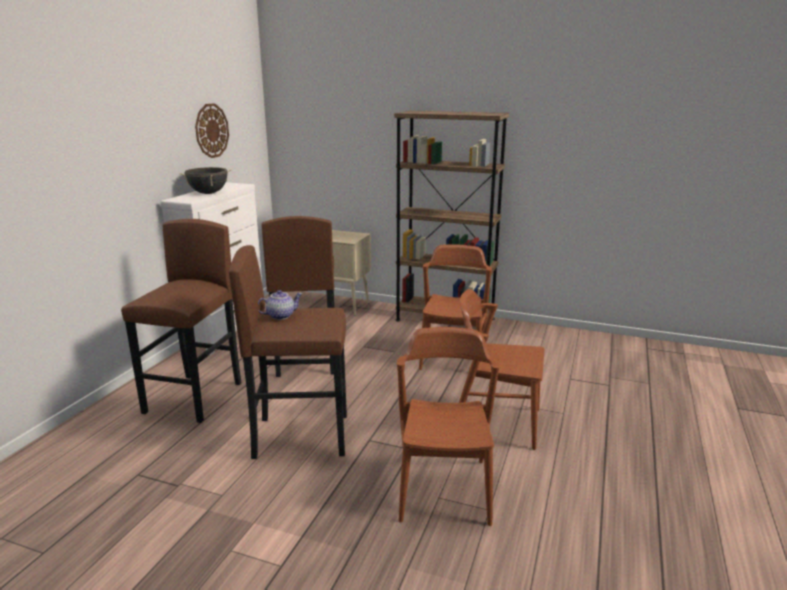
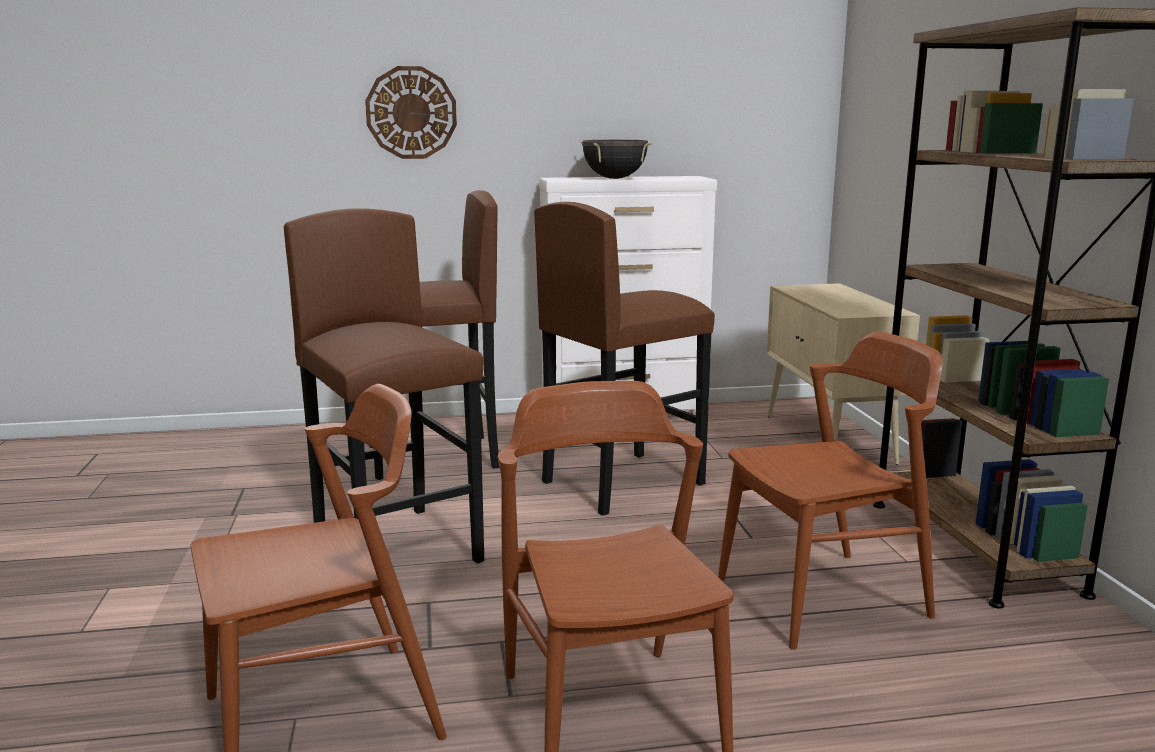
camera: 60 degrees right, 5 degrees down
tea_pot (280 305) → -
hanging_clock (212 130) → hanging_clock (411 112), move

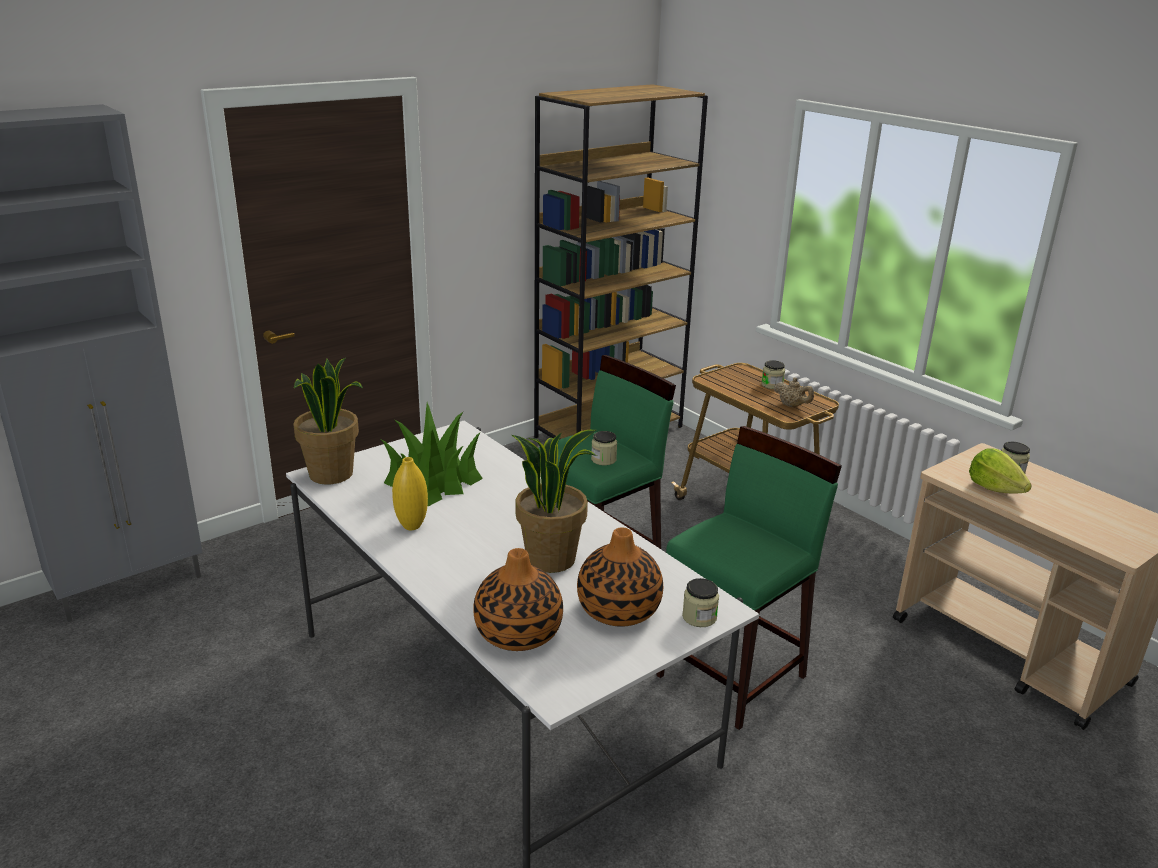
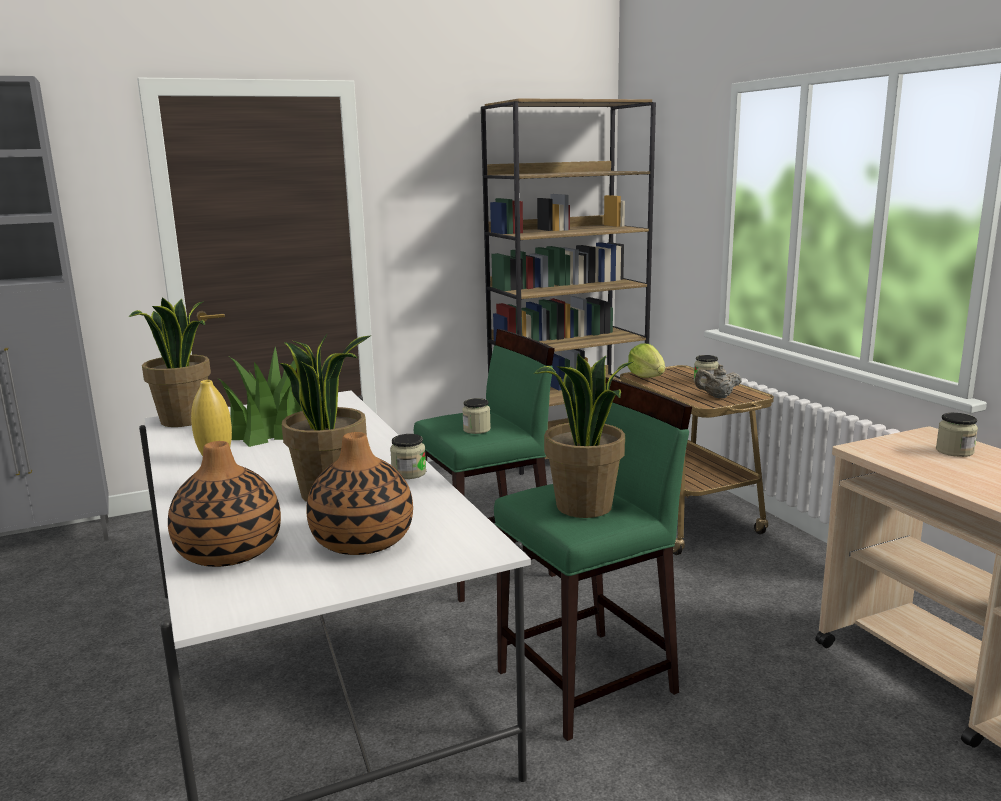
camera: 15 degrees right, 10 degrees down
- → potted_plant (583 436)
preserve_jar (700 602) → preserve_jar (408 456), move
lettuce_head (1000 471) → lettuce_head (646 360), move
sand-coloured_tea_pot (794 392) → sand-coloured_tea_pot (718 381), 120 degrees clockwise

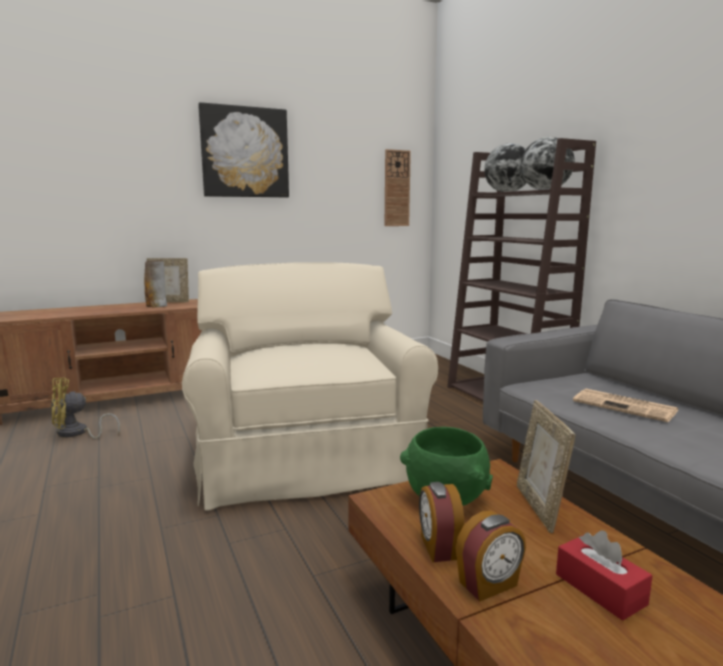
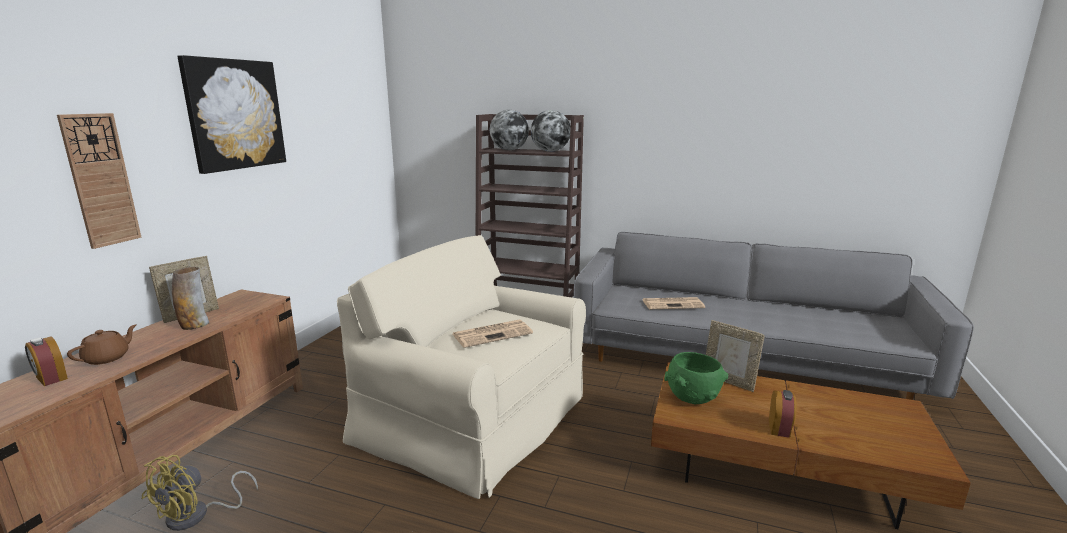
camera: 45 degrees left, 5 degrees up
red_box_of_tissues (604 575) → -
- → brown-coloured_tea_pot (102 344)
- → newspaper (493 334)
hanging_clock (398 187) → hanging_clock (99 181), move
alarm_clock (441 522) → alarm_clock (46 361), move

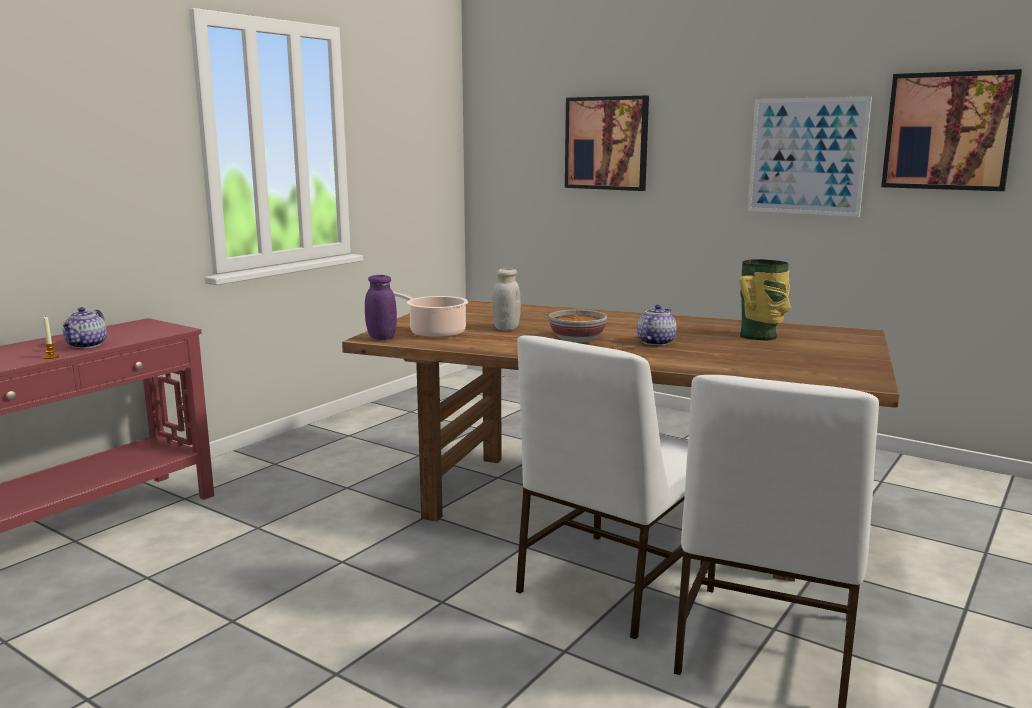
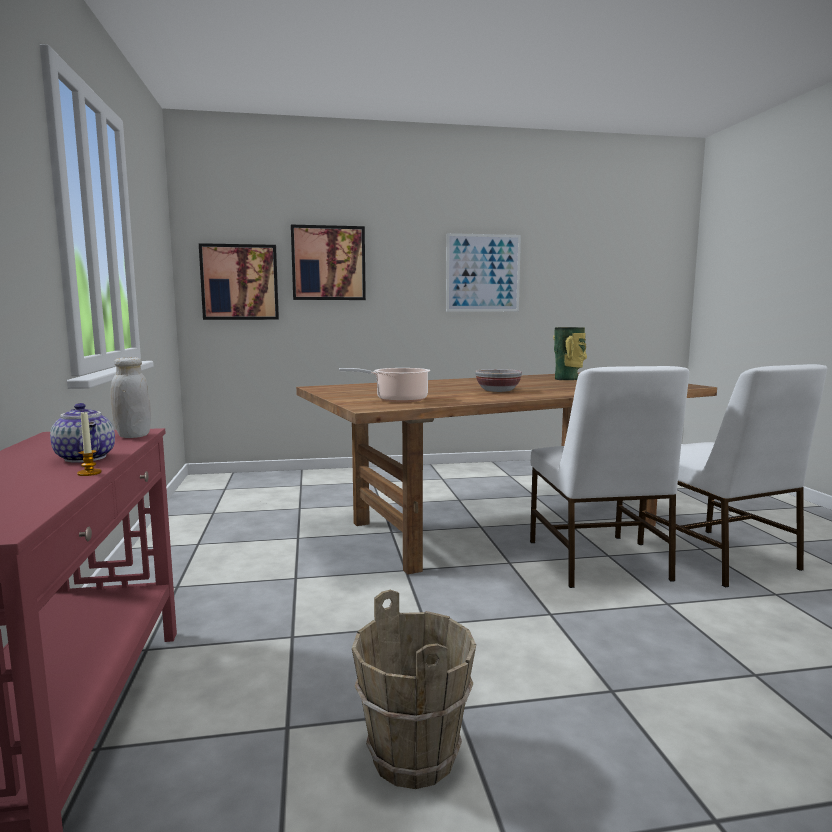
camera: 45 degrees left, 5 degrees down
purplish_preserve_jar (381 307) → -
tea_pot (657 325) → -
- → brown-coloured_pail (414 689)
white_preserve_jar (506 299) → white_preserve_jar (130 397), move
wall_art (951 130) → wall_art (239 281), move

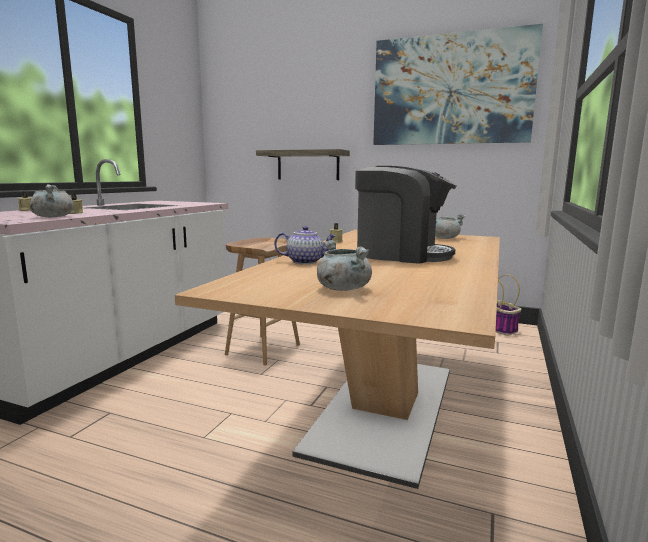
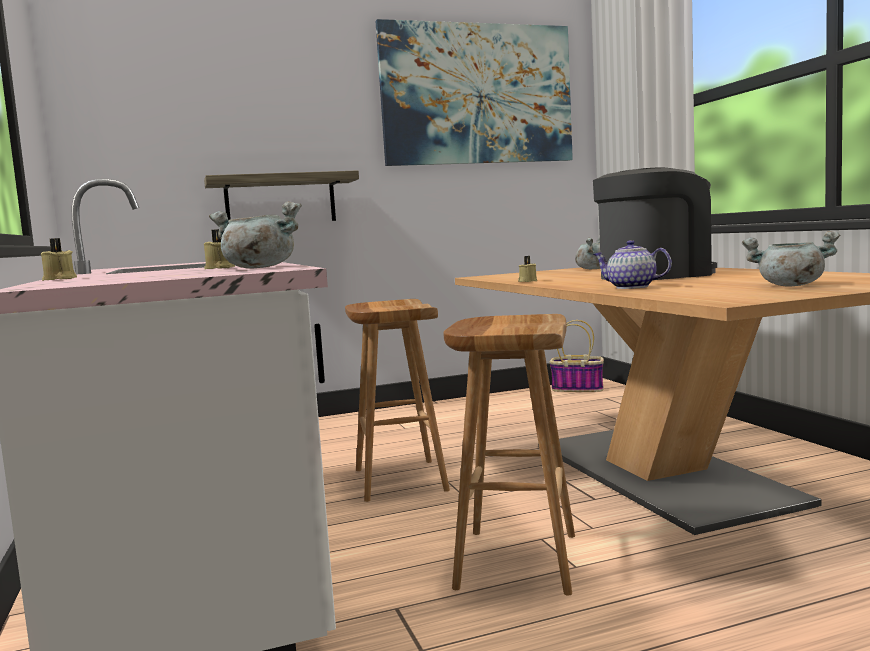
camera: 40 degrees left, 5 degrees down
- → brown-coloured_stool_seat (509 455)
tea_pot (305 245) → tea_pot (632 264), 105 degrees counterclockwise

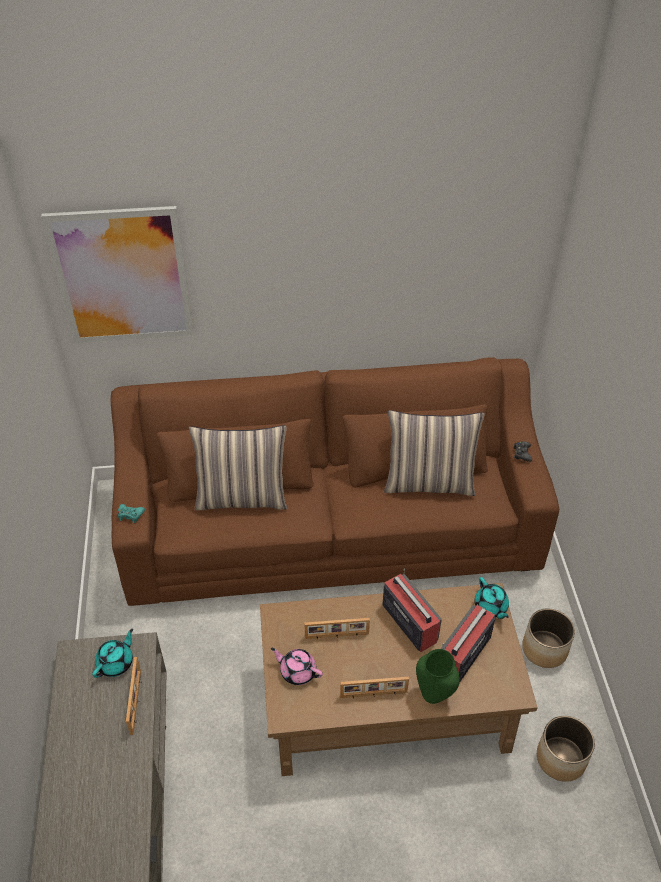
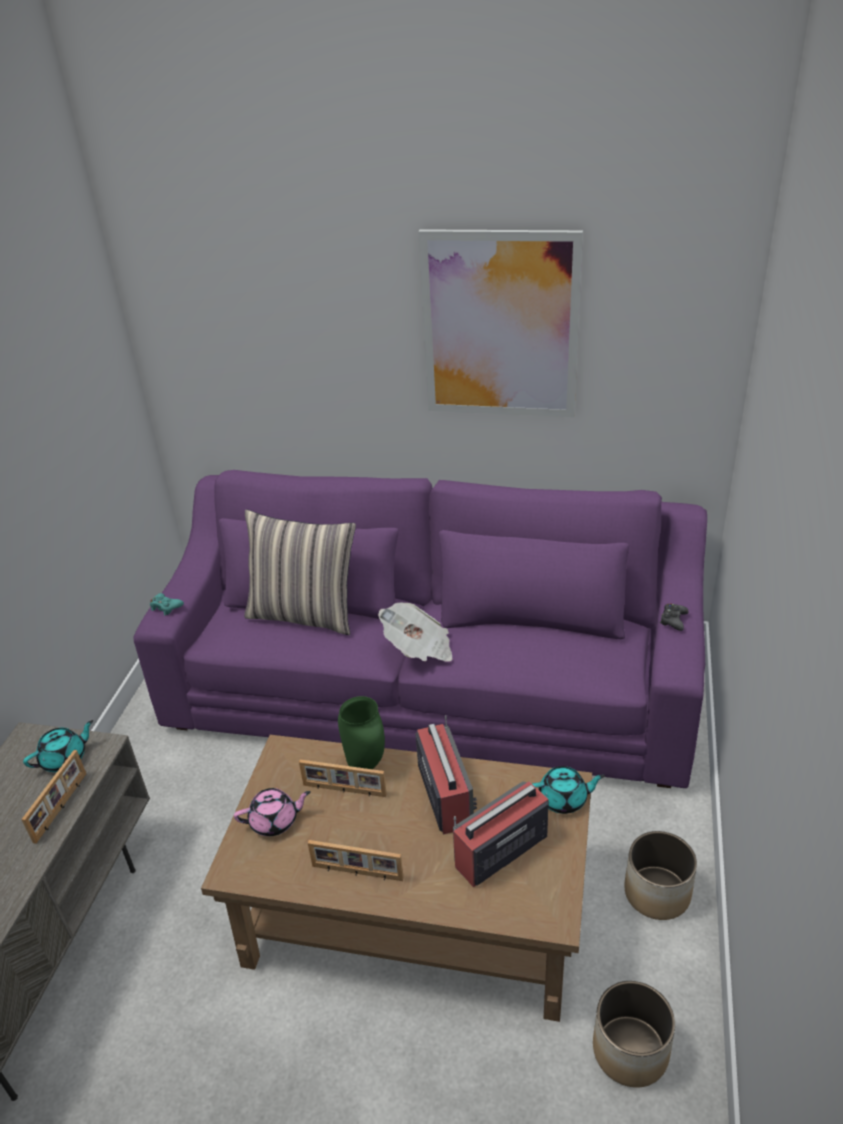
camera: 20 degrees right, 10 degrees down
cushion (434 453) → -
- → newspaper (415 632)
wall_art (117 274) → wall_art (500 323), move
greenish_flower_vase (438 676) → greenish_flower_vase (361 732), move
brown-coloured_settee (335 481) → purplish_settee (420 629)
pink-coloured_tea_pot (297 666) → pink-coloured_tea_pot (272 812), 120 degrees clockwise
turquoise-coloured_tea_pot (491 598) → turquoise-coloured_tea_pot (568 790), 90 degrees counterclockwise

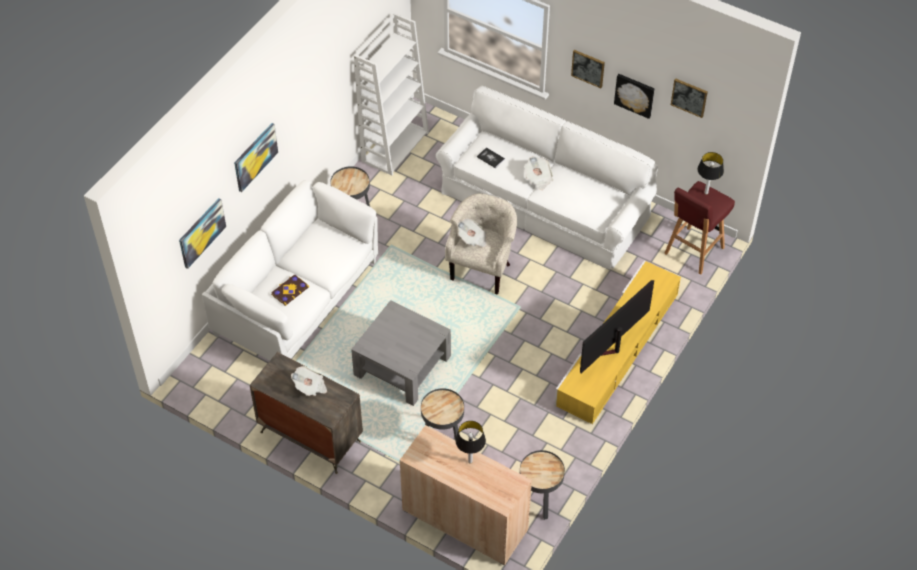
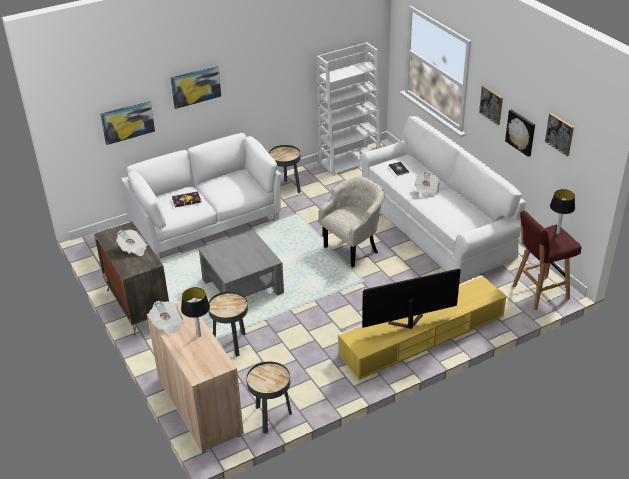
camera: 30 degrees right, 15 degrees down
newspaper (472 233) → newspaper (167 318), move

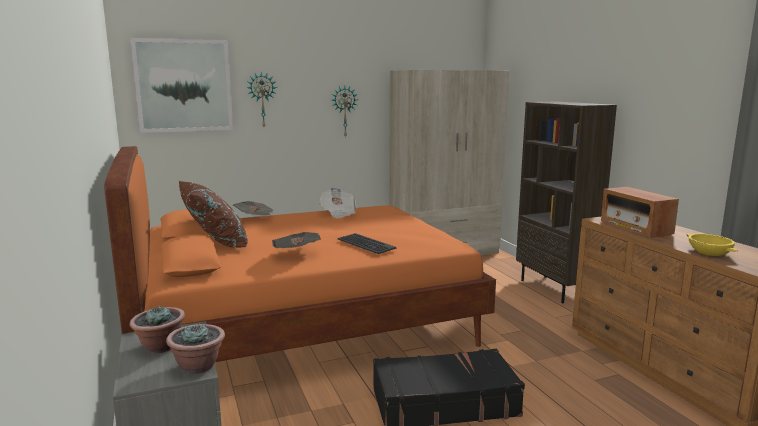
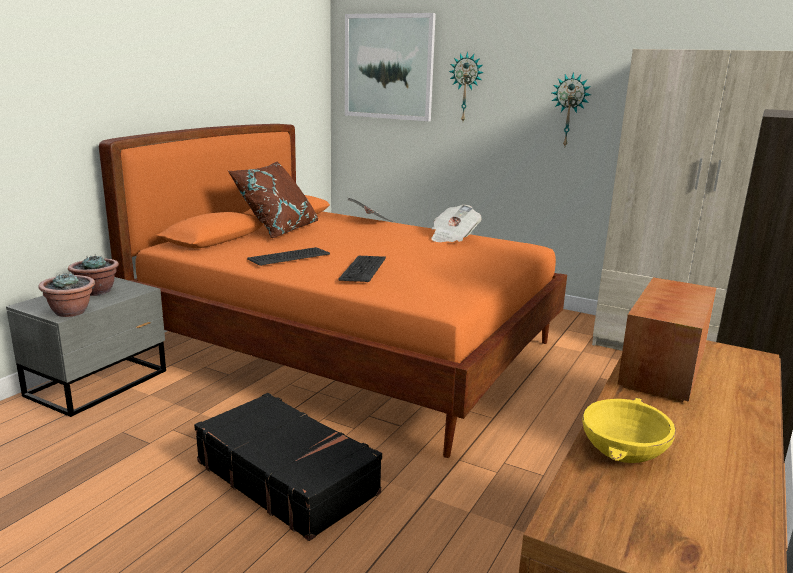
camera: 50 degrees right, 5 degrees up
newspaper (296 240) → keyboard (288 256)

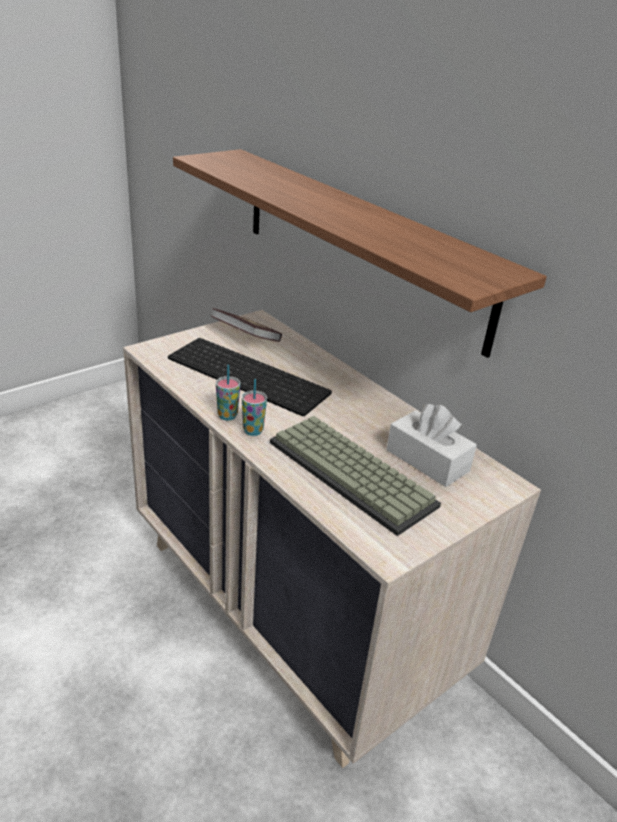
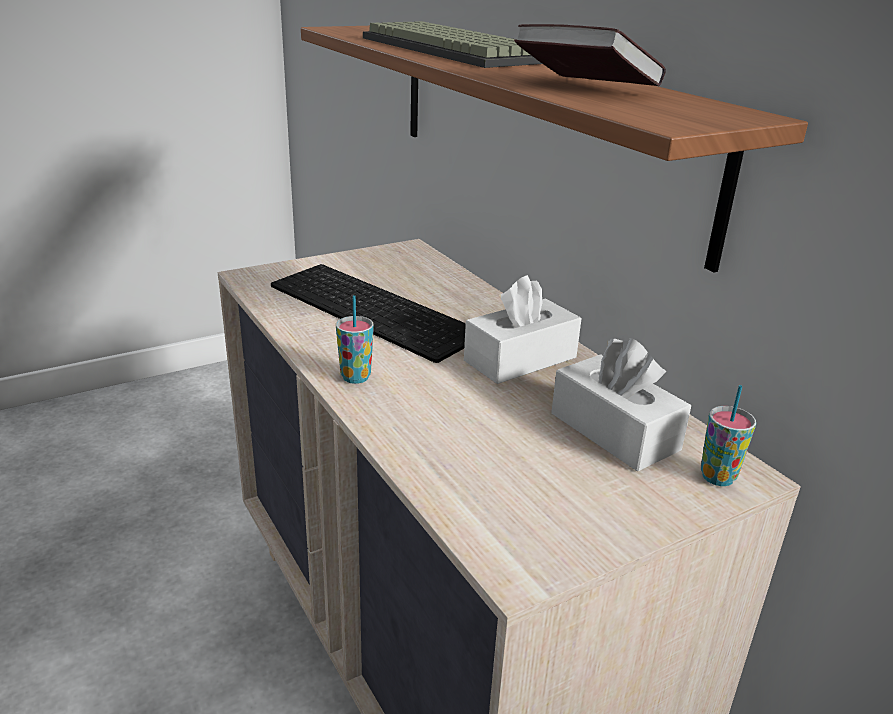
camera: 10 degrees right, 5 degrees down
- → white_box_of_tissues (523 329)
volume (246 325) → volume (590 55), move
cup (228 392) → cup (728 435), move
keyboard (355 476) → keyboard (452 44), move

